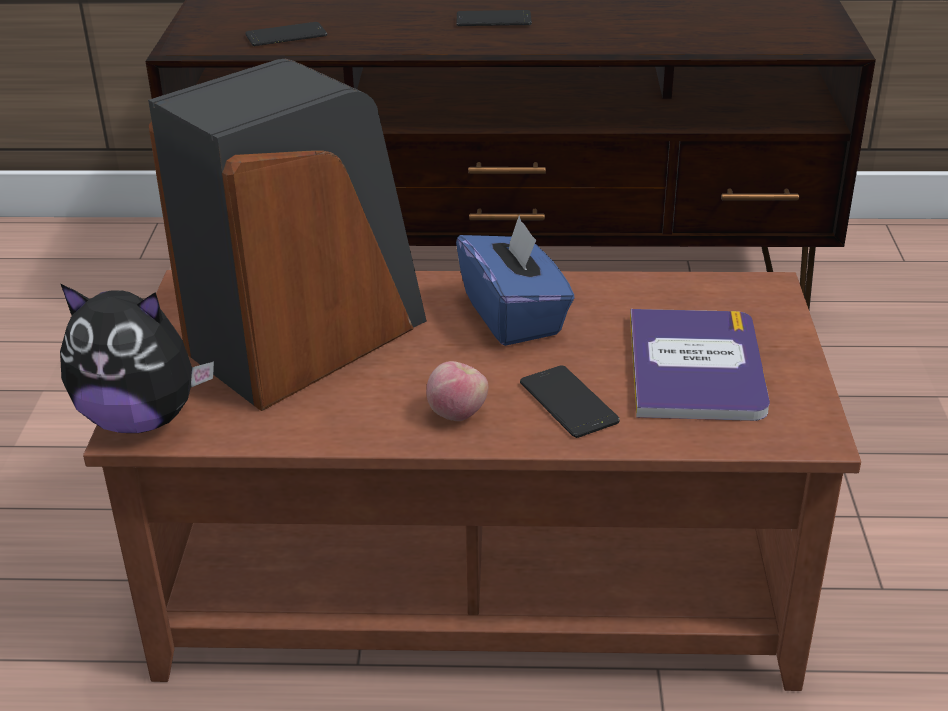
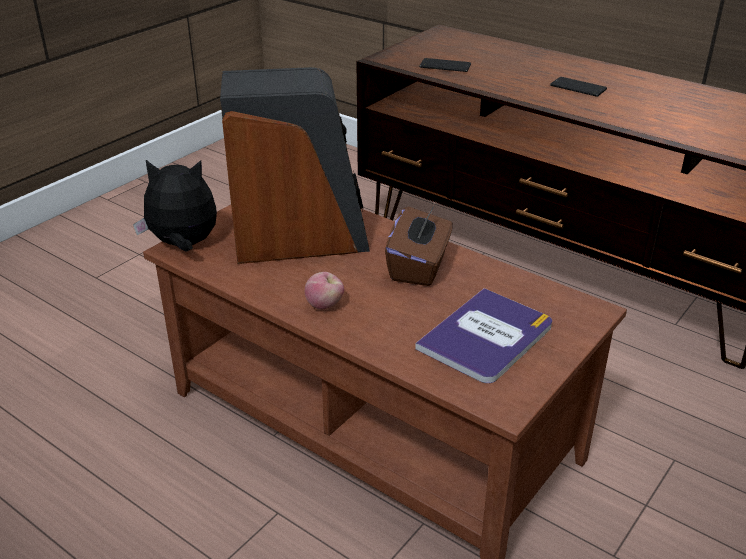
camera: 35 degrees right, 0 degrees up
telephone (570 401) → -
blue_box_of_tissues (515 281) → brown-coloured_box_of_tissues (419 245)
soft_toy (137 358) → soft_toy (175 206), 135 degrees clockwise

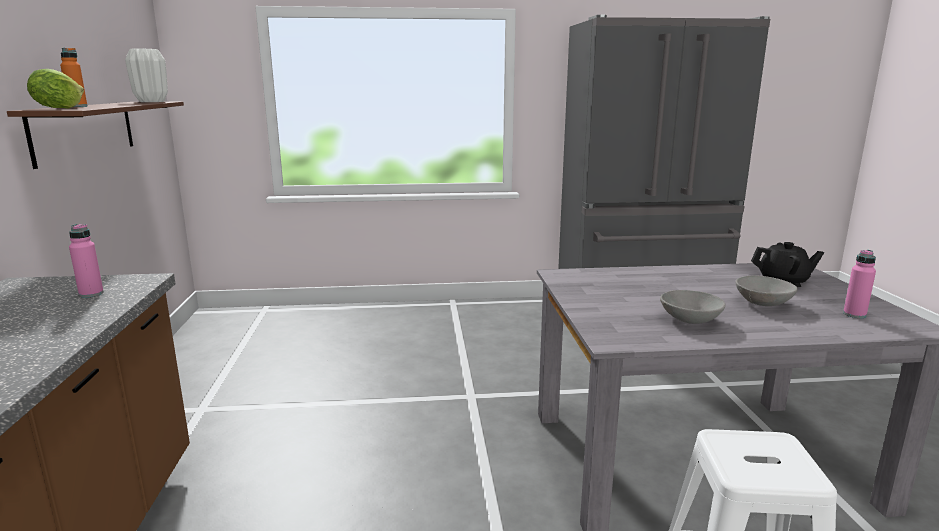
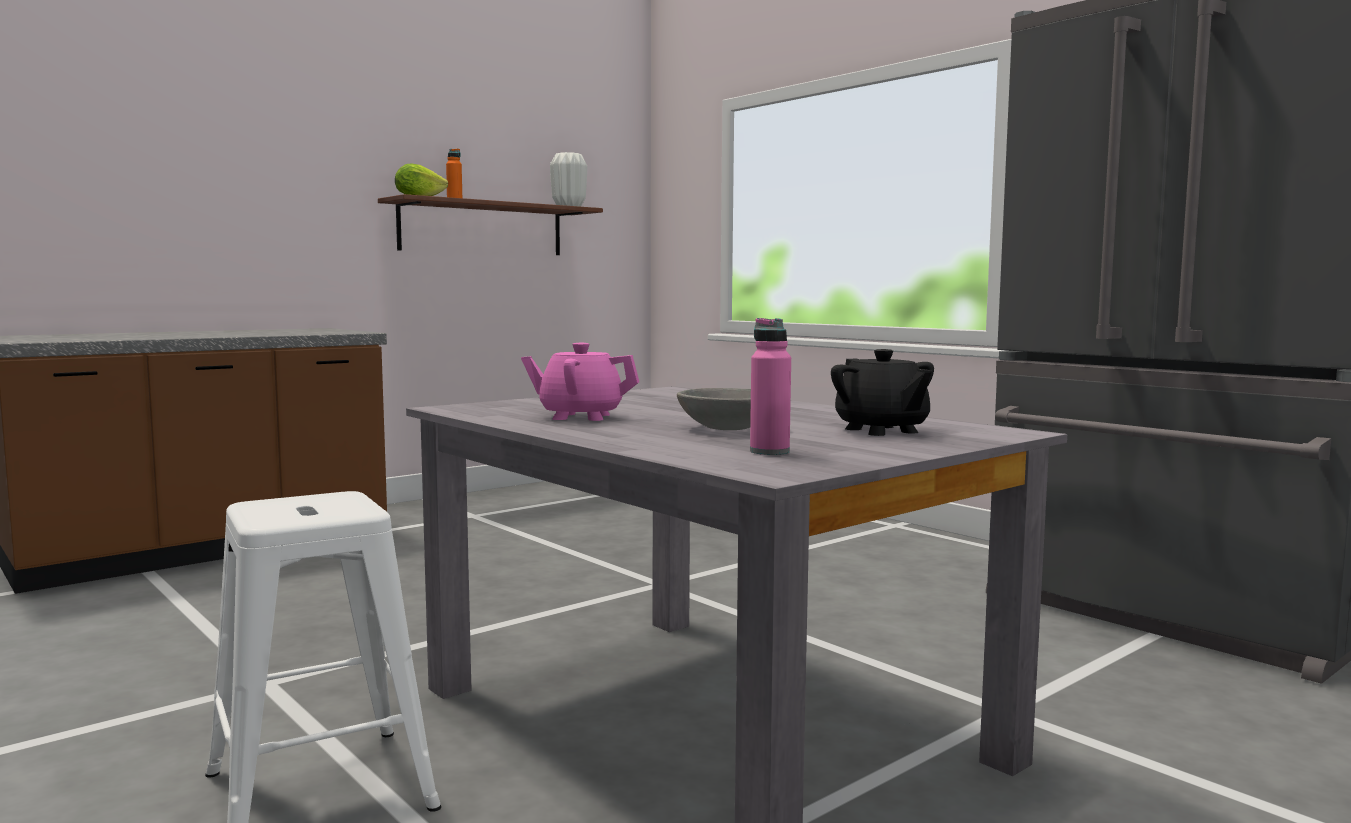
camera: 55 degrees right, 10 degrees down
pink-coloured_drink_bottle (86 261) → -
gray_deep_dish (693 307) → pink-coloured_tea_pot (580 382)

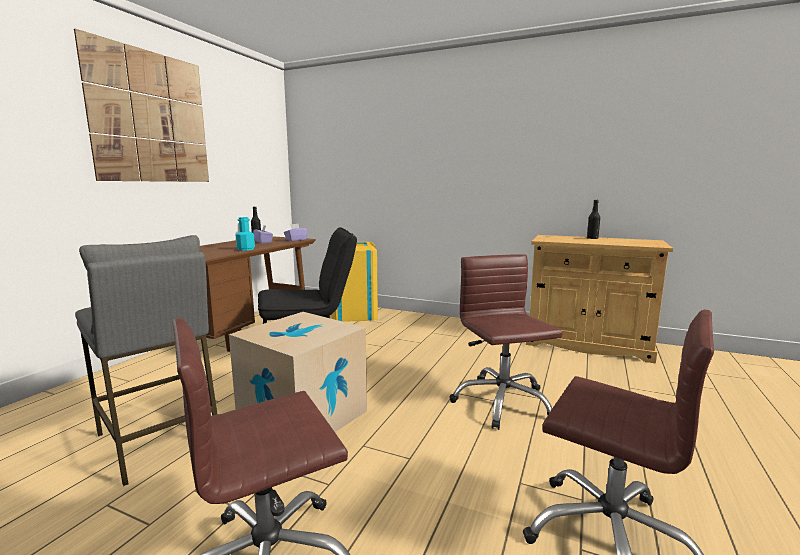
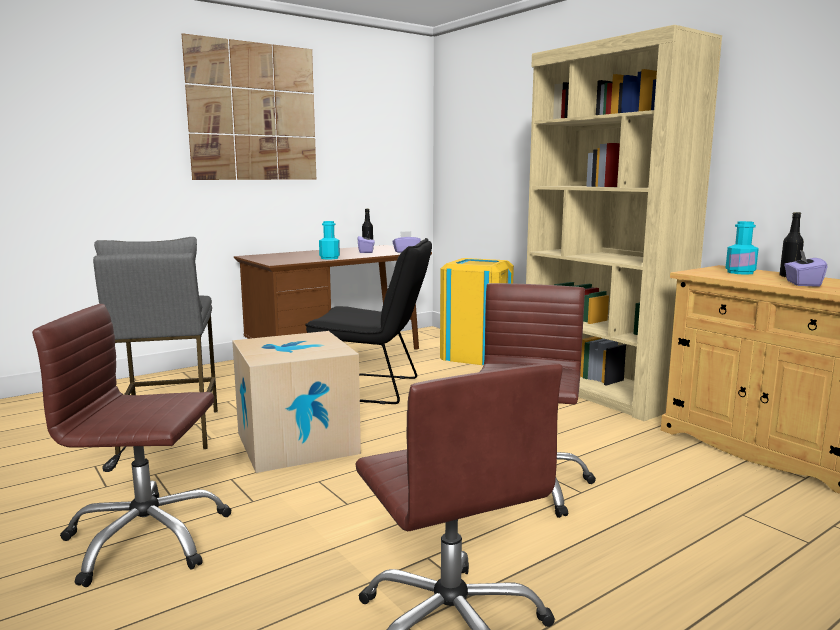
camera: 30 degrees right, 0 degrees up
- → sand-coloured_shelving_unit (624 223)
- → turquoise-coloured_drink_bottle (742 248)
- → purplish_box_of_tissues (806 268)

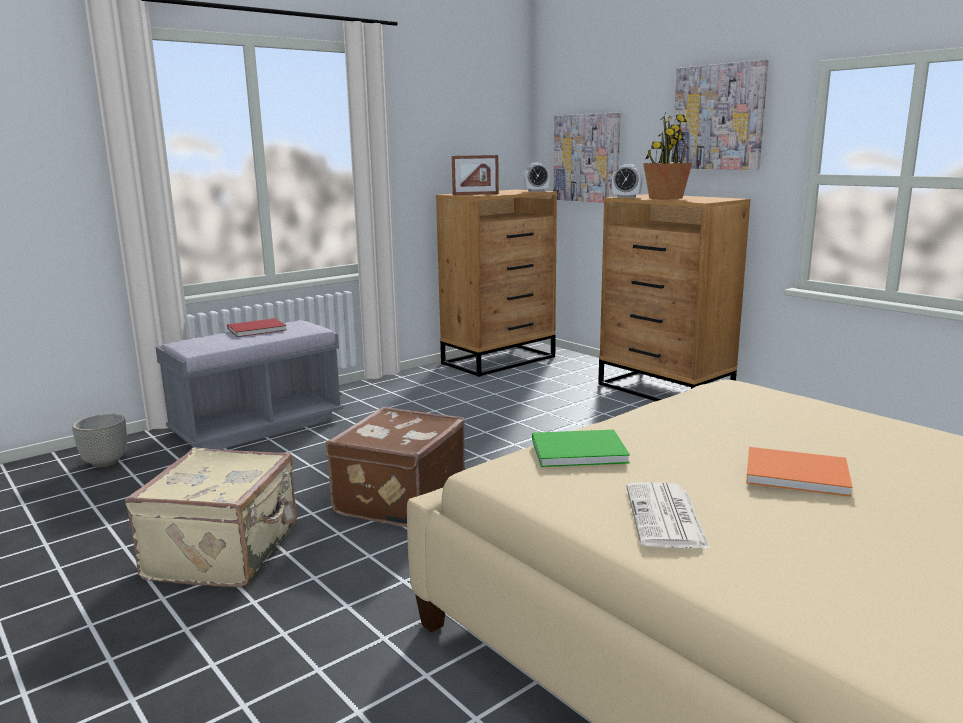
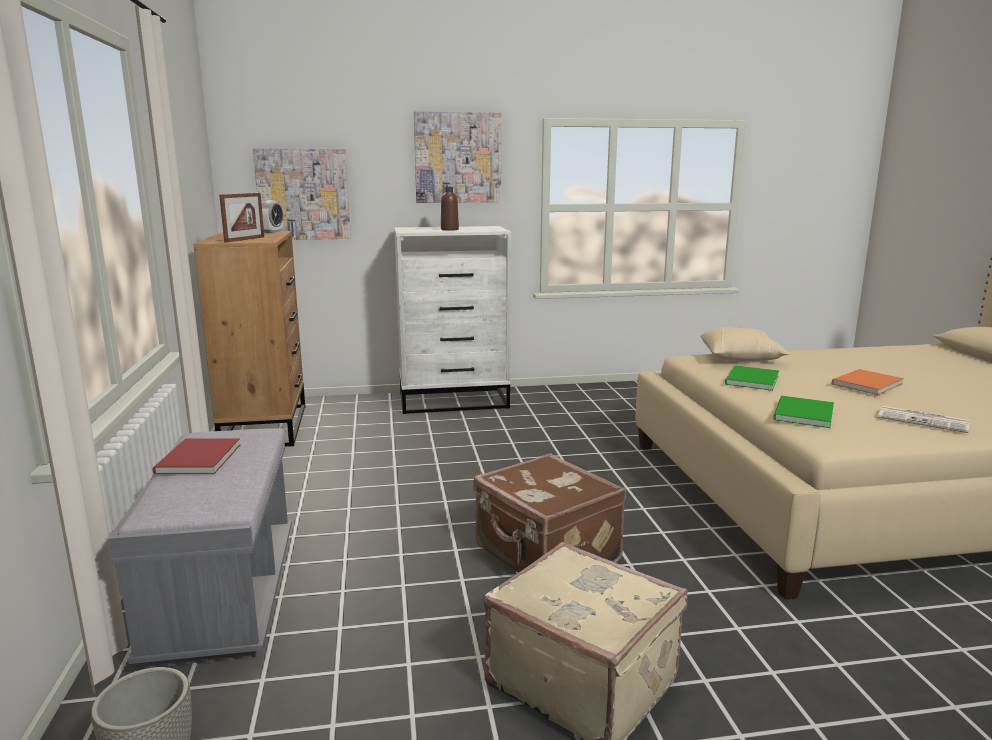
camera: 60 degrees left, 0 degrees up
alarm_clock (627 181) → -
- → sand-coloured_cushion (744 344)
- → greenish_volume (752 378)
potted_plant (667 156) → brown-coloured_drink_bottle (450 209)
brown-coloured_chest_of_drawers (674 297) → white_chest_of_drawers (452 320)

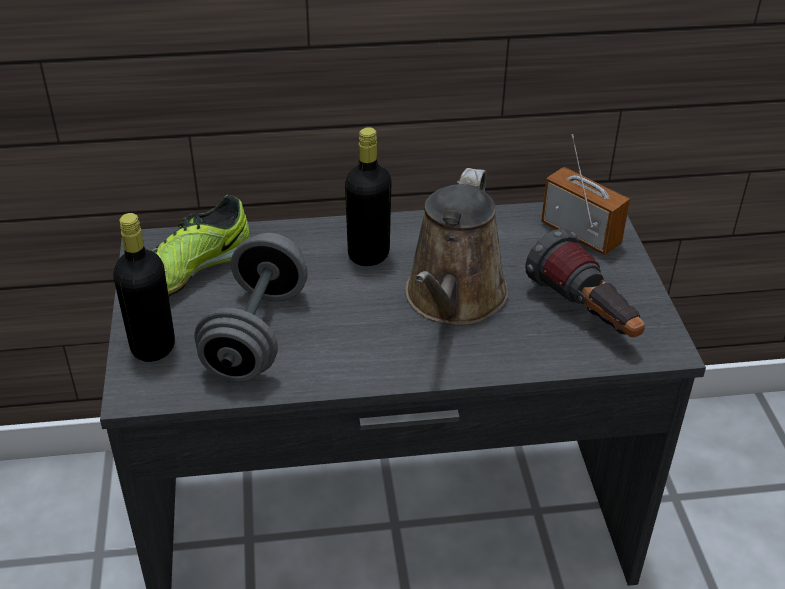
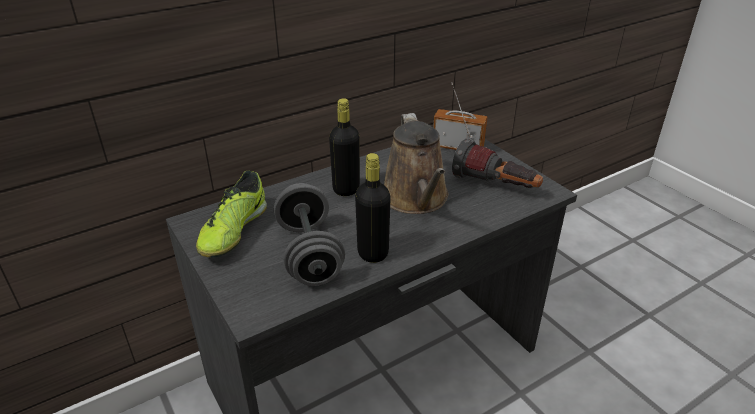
camera: 25 degrees left, 5 degrees down
blackish_drink_bottle (144 287) → blackish_drink_bottle (373 208), move

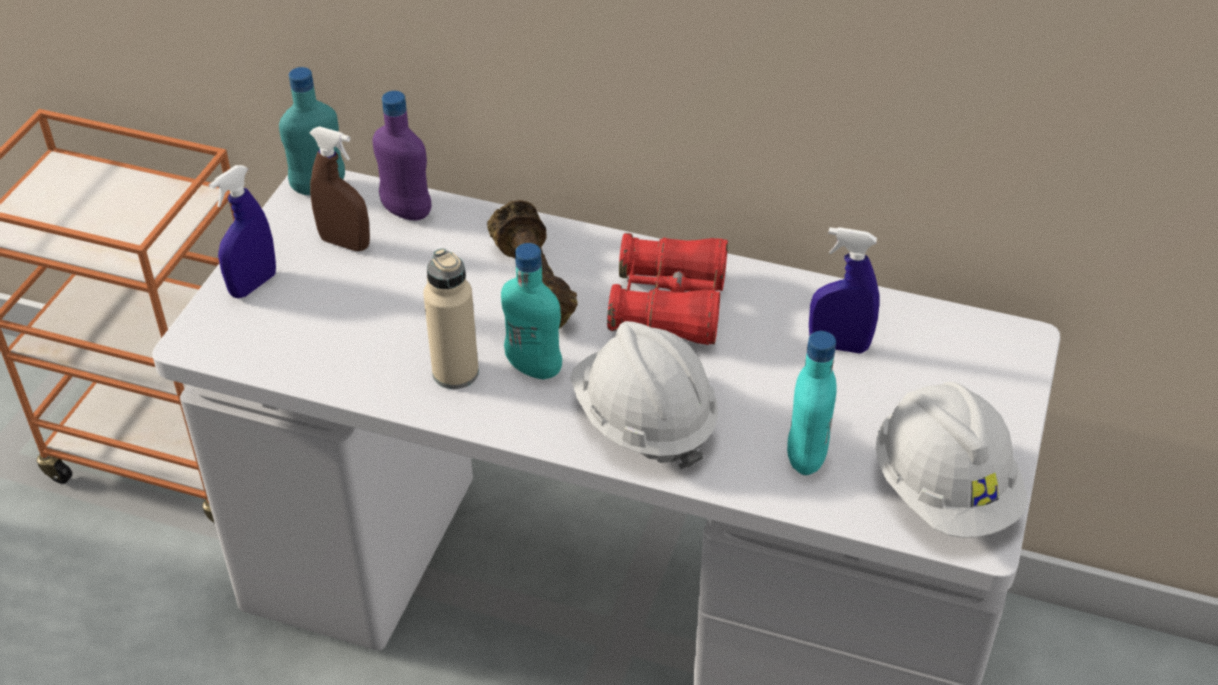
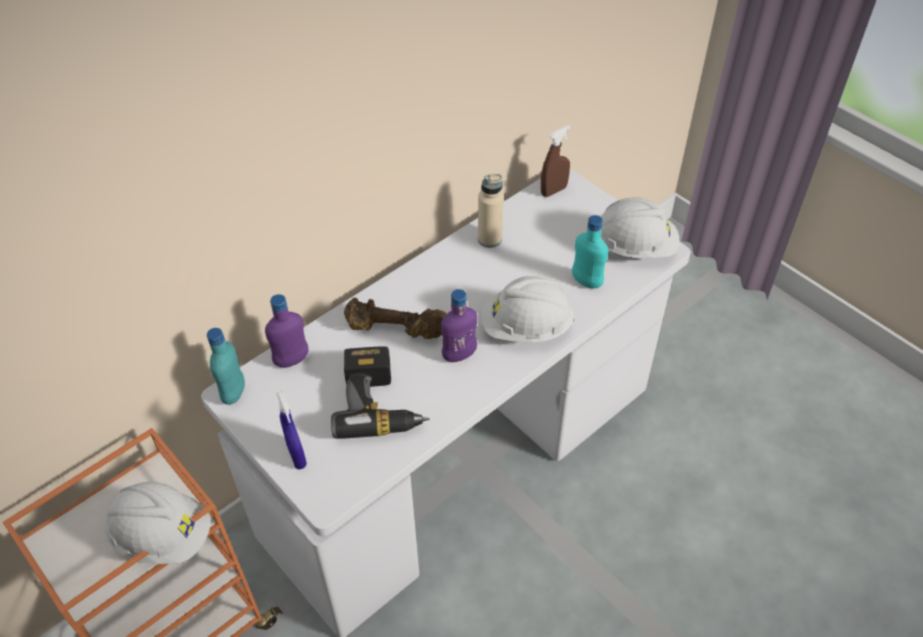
camera: 60 degrees left, 5 degrees up
red_pair_of_binoculars (667 289) → -
blue_hand_sprayer (844 290) → -
- → white_hard_hat (158 523)
- → electric_drill (380 392)
brown-coloured_hand_sprayer (340 188) → brown-coloured_hand_sprayer (556 161), move
sand-coloured_drink_bottle (451 318) → sand-coloured_drink_bottle (491 211), move
turquoise-coloured_drink_bottle (531 311) → purplish_drink_bottle (459 325)

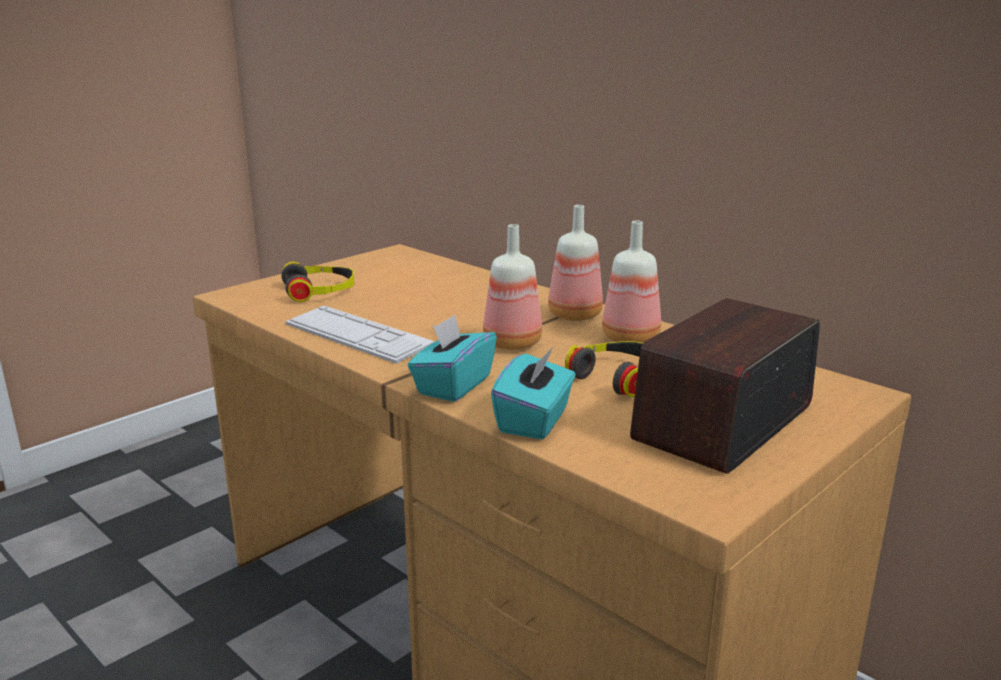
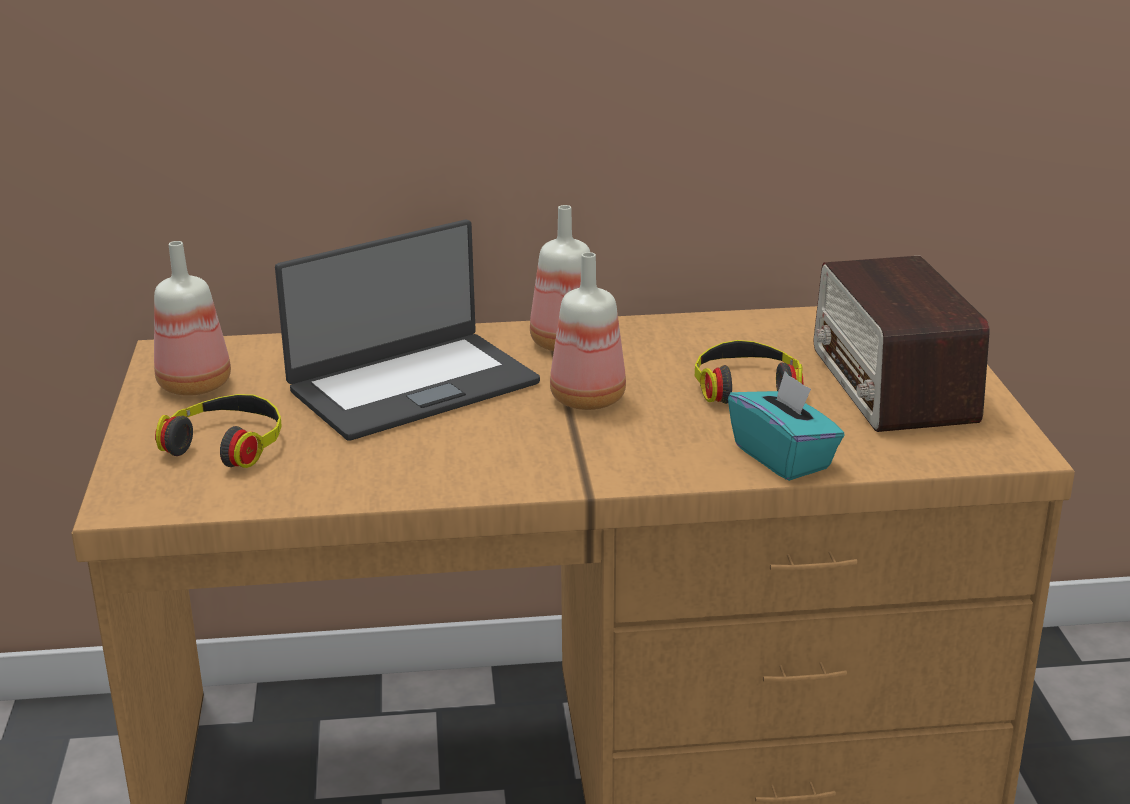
camera: 50 degrees left, 5 degrees up
keyboard (360 335) → -
turquoise-coloured_box_of_tissues (452 358) → -
- → notebook_computer (407 330)
drink_bottle (631 282) → drink_bottle (192 318), move

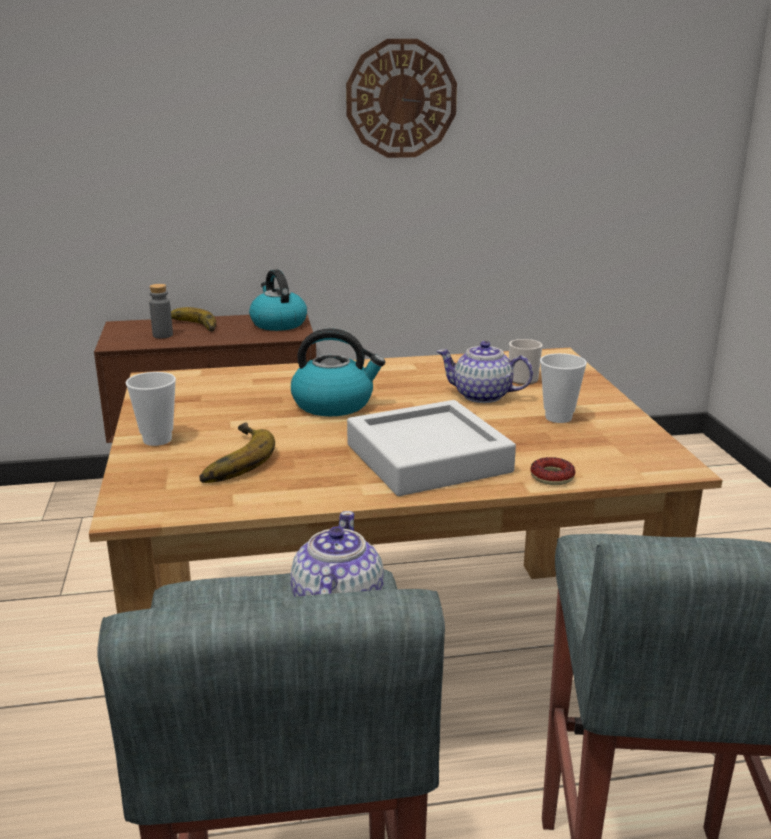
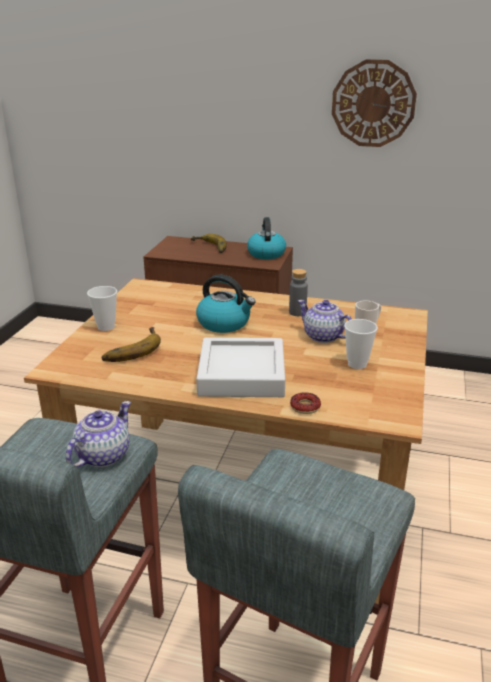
camera: 25 degrees right, 5 degrees up
gray_drink_bottle (161 311) → gray_drink_bottle (298 292), move

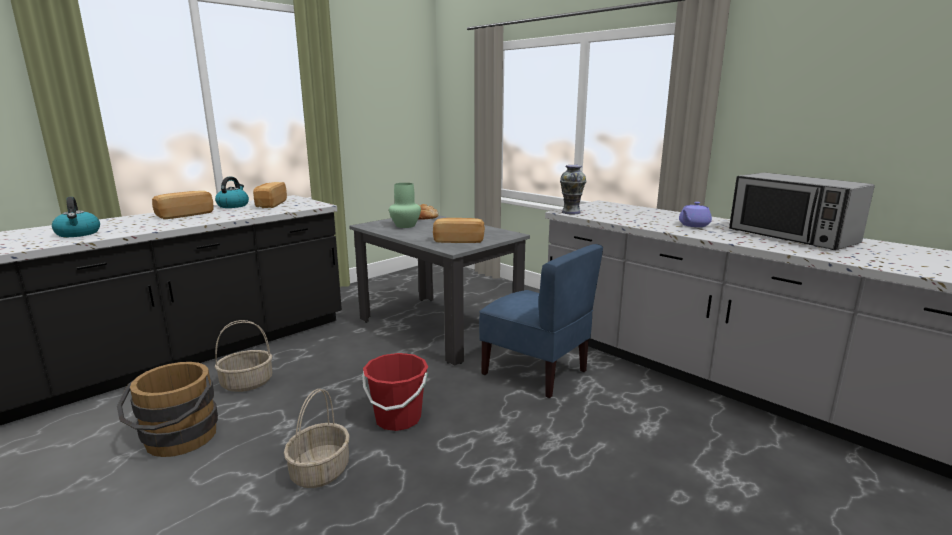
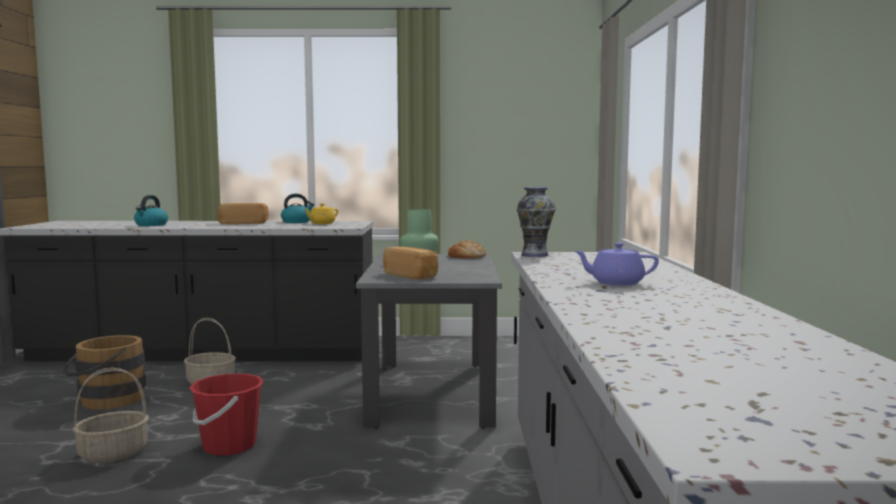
camera: 45 degrees right, 10 degrees down
blue_upright_chair (541 321) → -
kitchen_microwave (802 211) → -
baked_bread (270 195) → yellowish_tea_pot (321 214)

